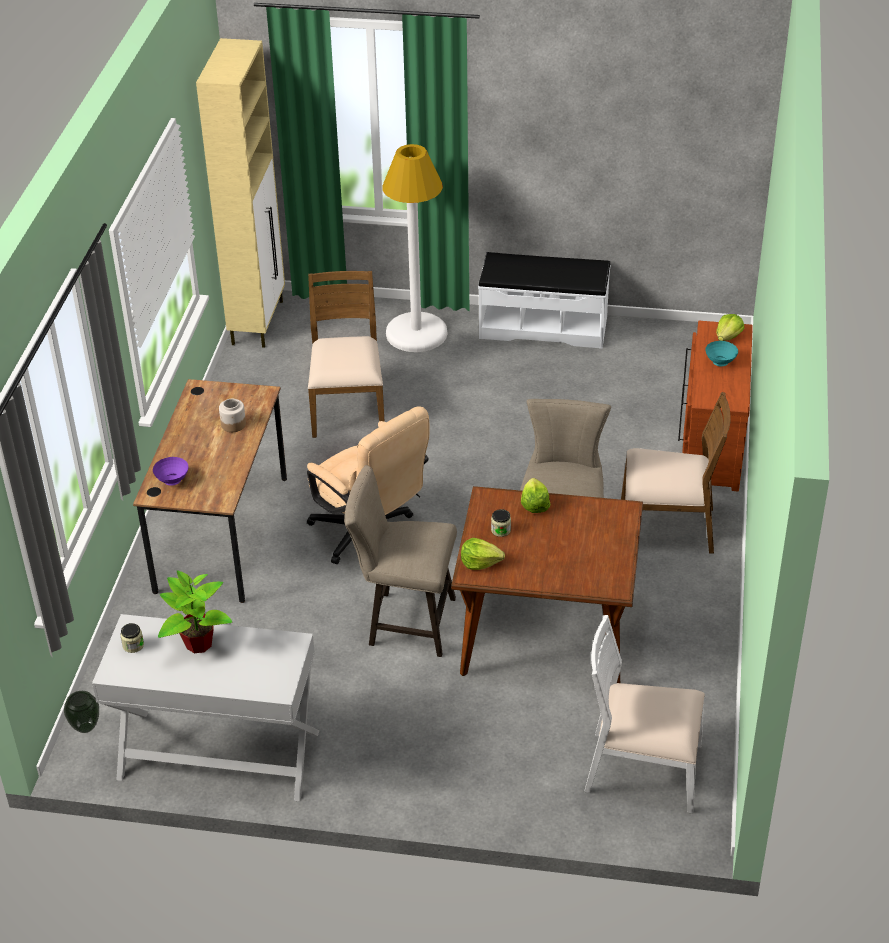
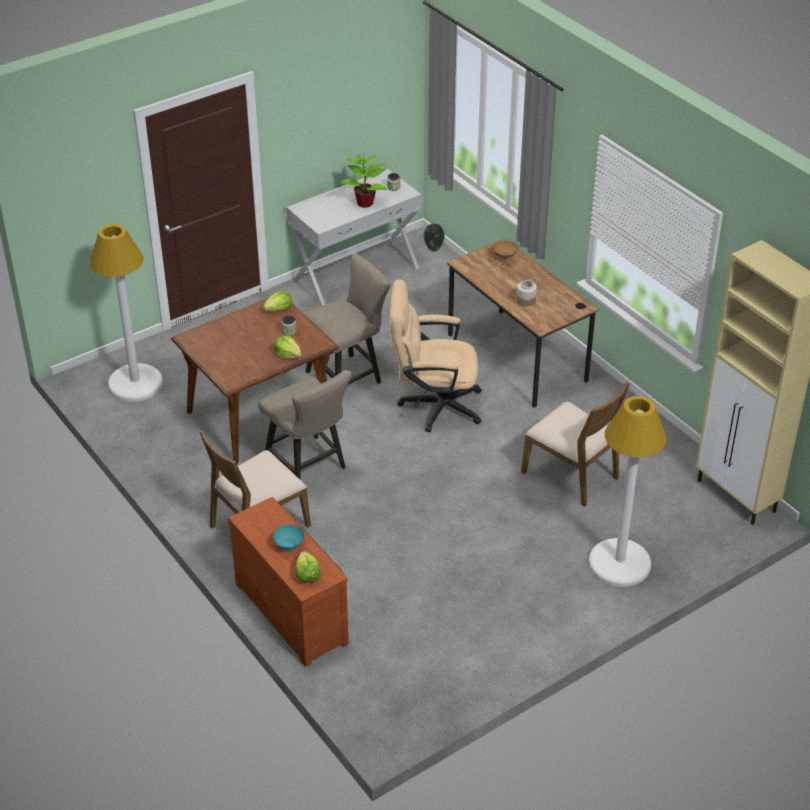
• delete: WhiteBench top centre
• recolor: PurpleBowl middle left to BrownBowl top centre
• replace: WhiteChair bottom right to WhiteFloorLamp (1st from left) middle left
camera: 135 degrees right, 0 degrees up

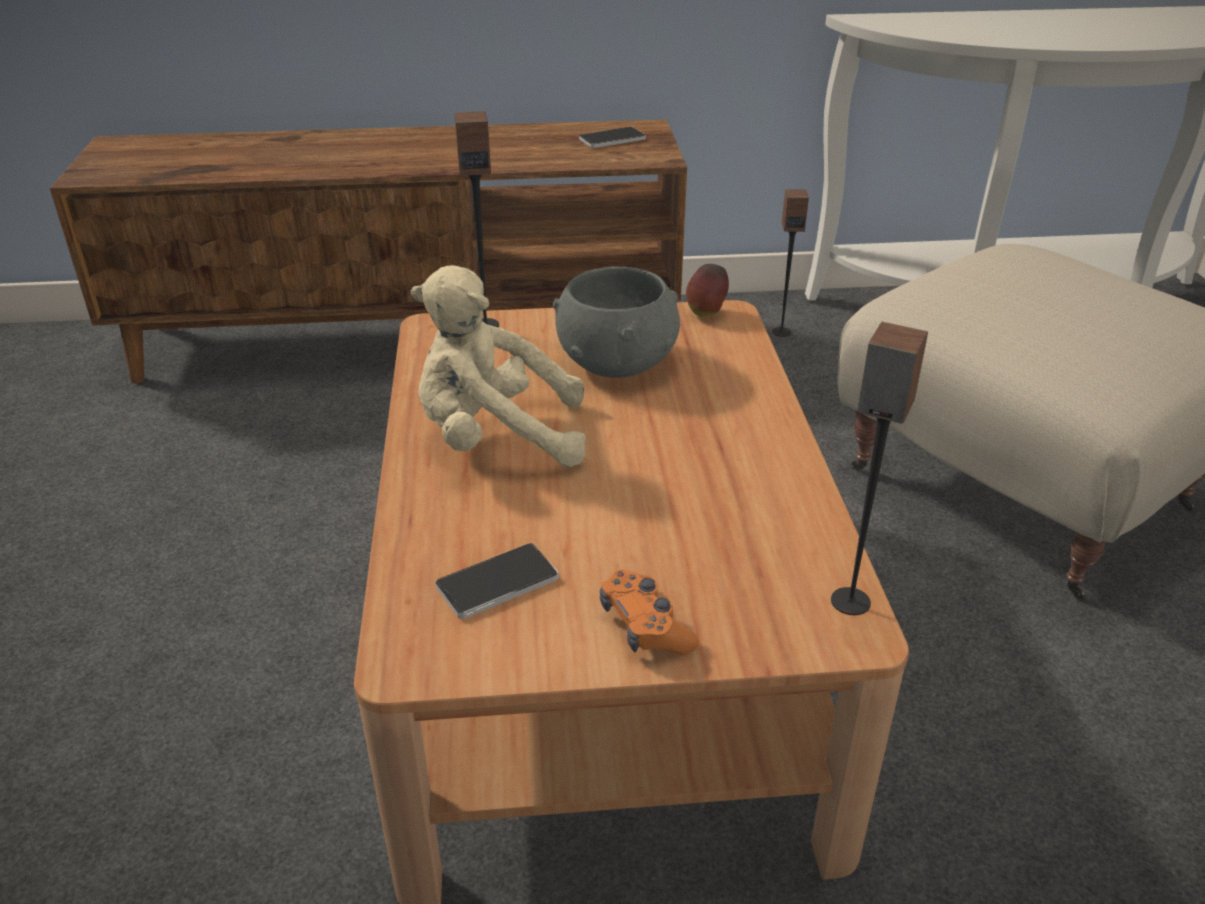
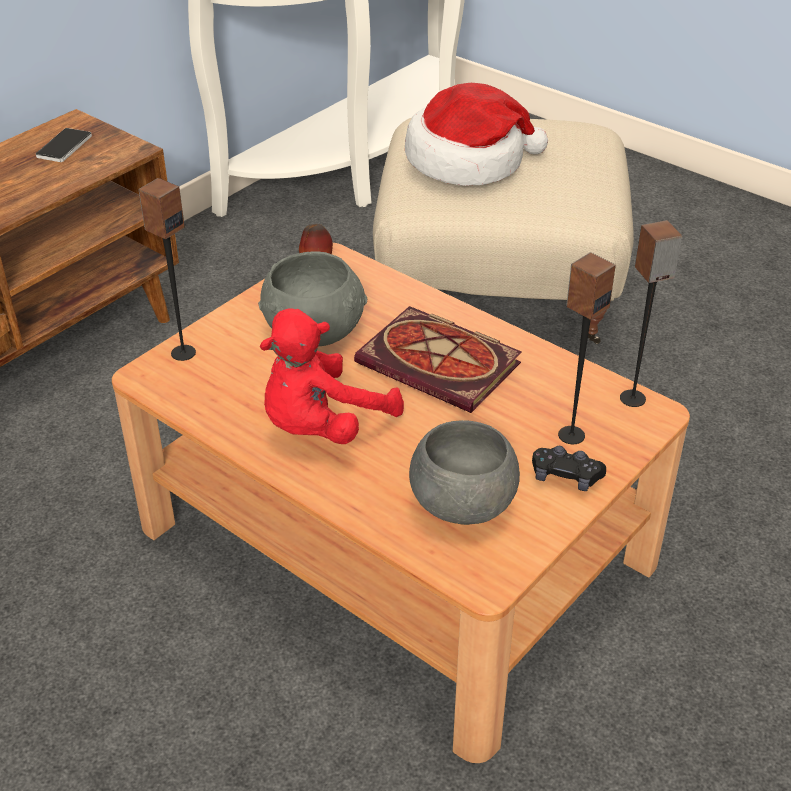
• move: Speaker (2nd from left) top centre to middle right
• recolor: BeigePlushToy centre to RedPlushToy centre
• replace: Phone (1st from left) centre to GreyBowl (2nd from left) centre
• recolor: OrangeGameController bottom centre to BlackGameController middle right
• insert: Hat top centre
• insert: Book centre
camera: 45 degrees left, 5 degrees up

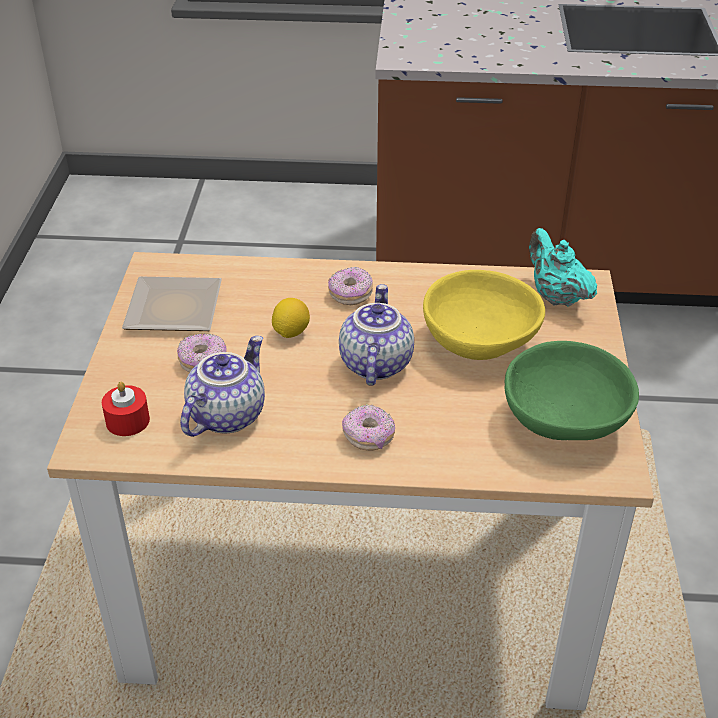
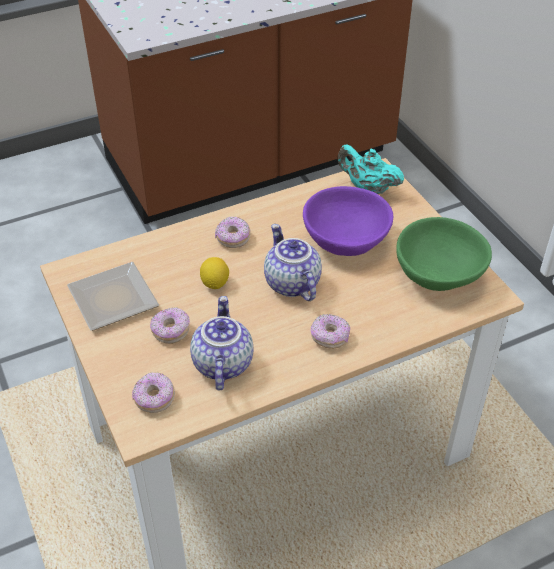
• recolor: YellowBowl middle right to PurpleBowl centre
• replace: RedCandle middle left to Donut (1st from left) bottom left
camera: 30 degrees left, 5 degrees up

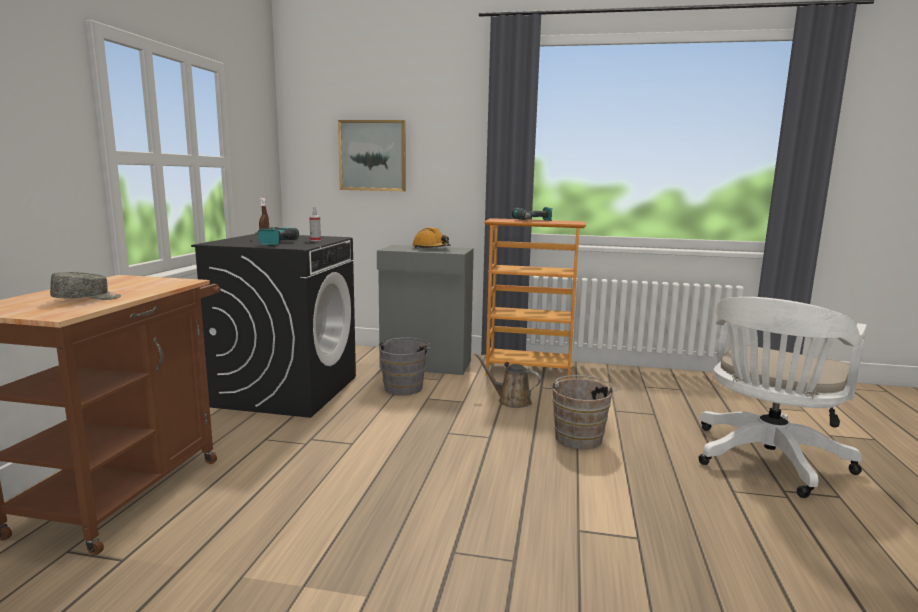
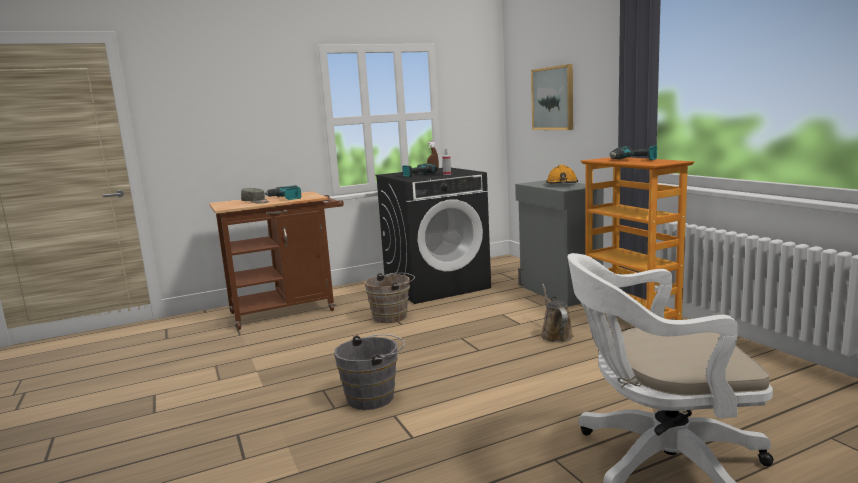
• move: GreyBucket centre to bottom centre
• move: BrownBucket bottom centre to centre
• insert: PowerDrill (1st from left) middle left
camera: 55 degrees right, 0 degrees up

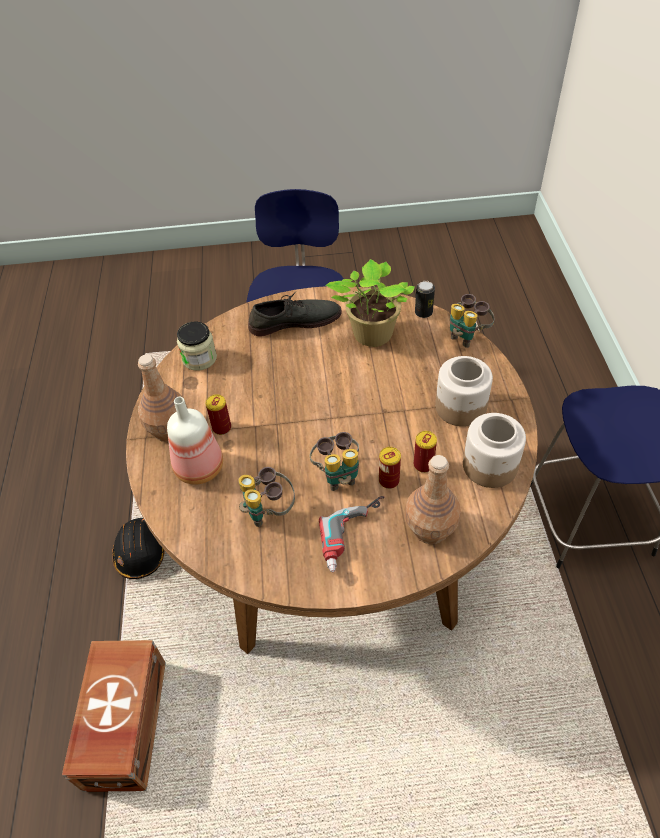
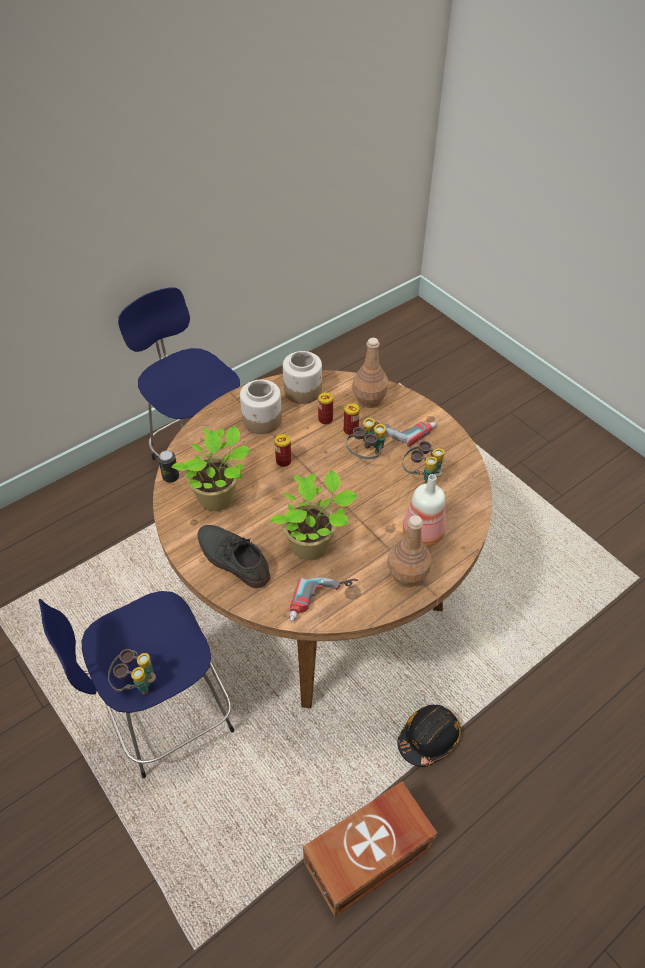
• move: Binoculars (3rd from left in the first image) middle right to Binoculars (1st from left) bottom left
• replace: Jar (1st from left) middle left to PowerDrill (1st from left) centre
• move: Can (1st from left in the first image) middle left to Can (2nd from left) centre
• move: BrownStorageBox bottom left to bottom centre
• insert: PottedPlant (2nd from left) centre
camera: 125 degrees left, 0 degrees up

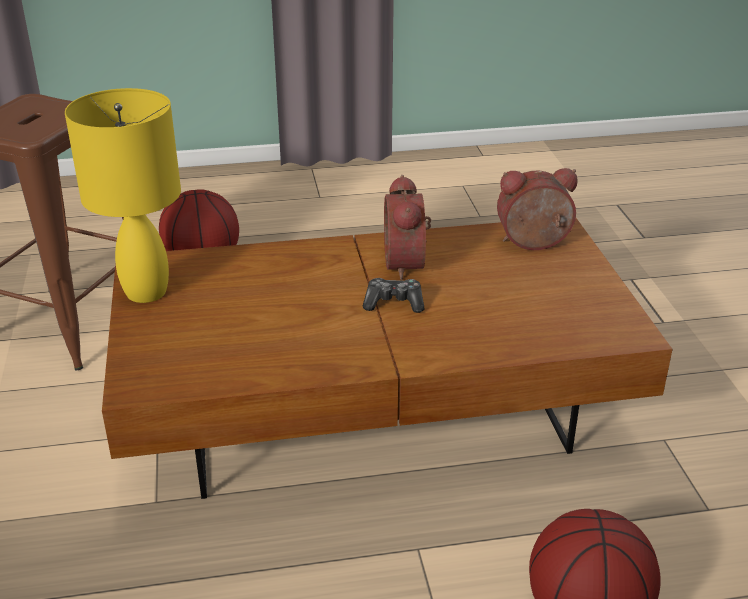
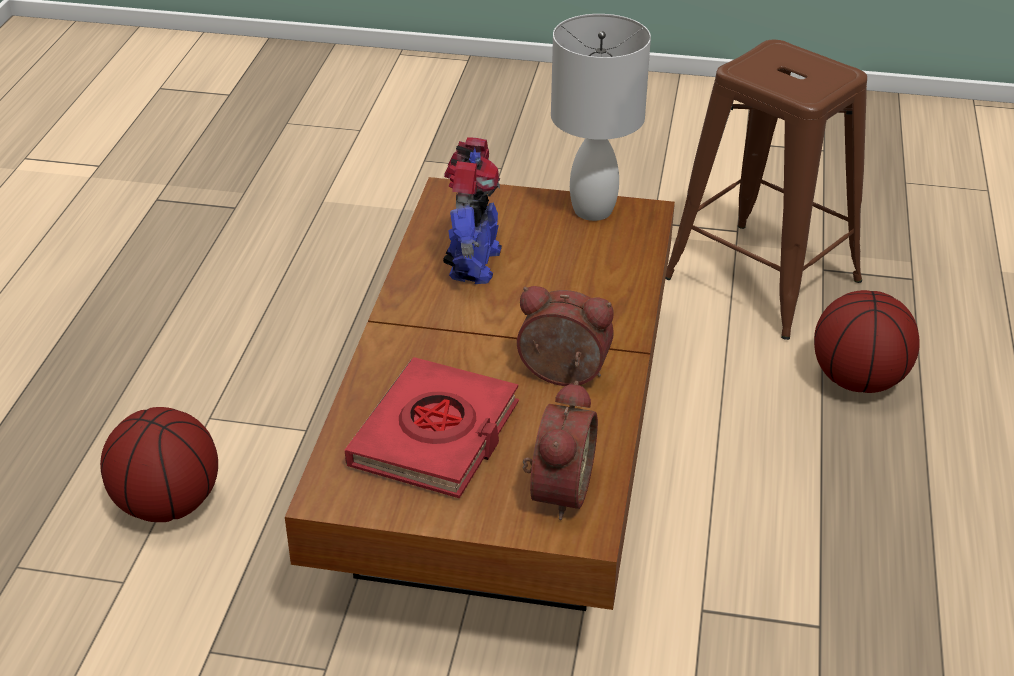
• recolor: YellowTableLamp top left to WhiteTableLamp top centre
• delete: GameController centre
• insert: ToyRobot top centre
• insert: RedBook centre
camera: 110 degrees right, 5 degrees up

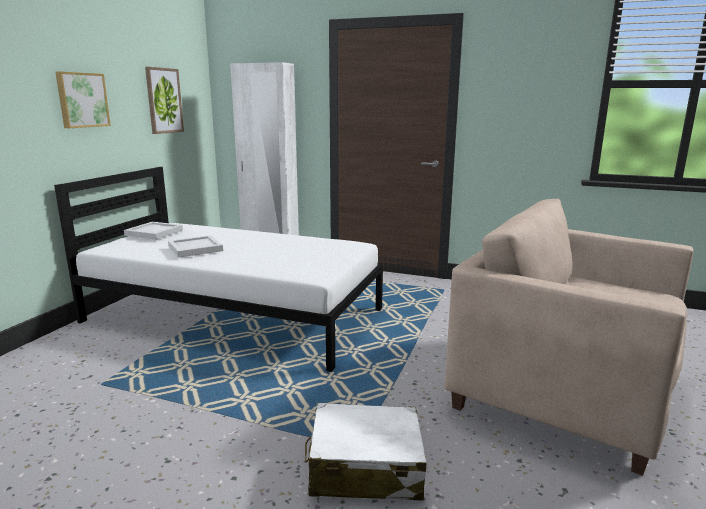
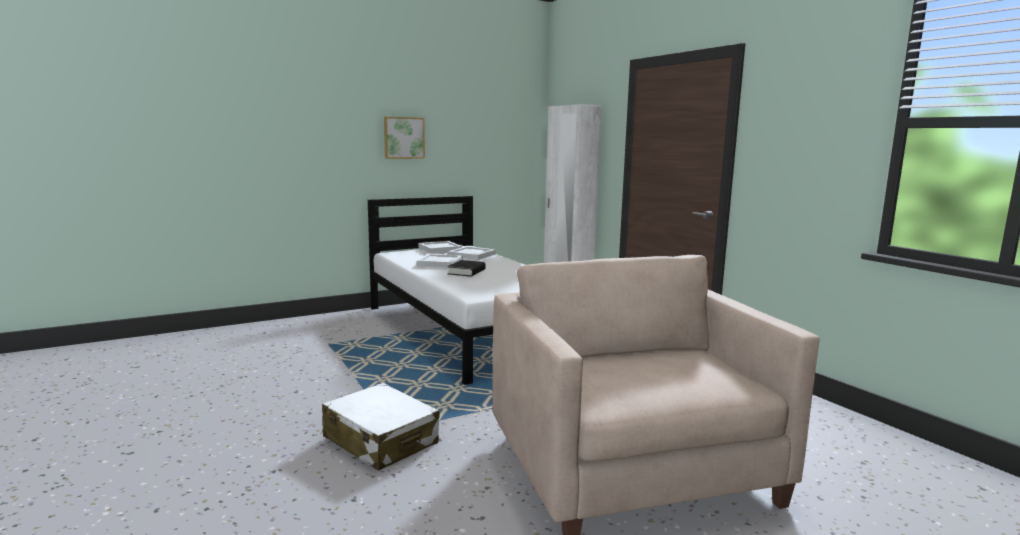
• delete: Picture (2nd from left) top left
• insert: WhiteTray (3rd from left) centre
• insert: BlackBook centre
camera: 40 degrees right, 5 degrees down

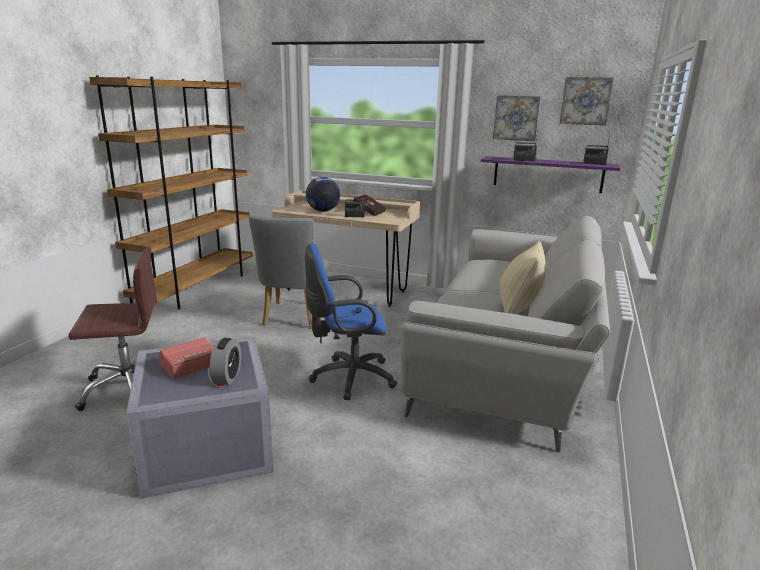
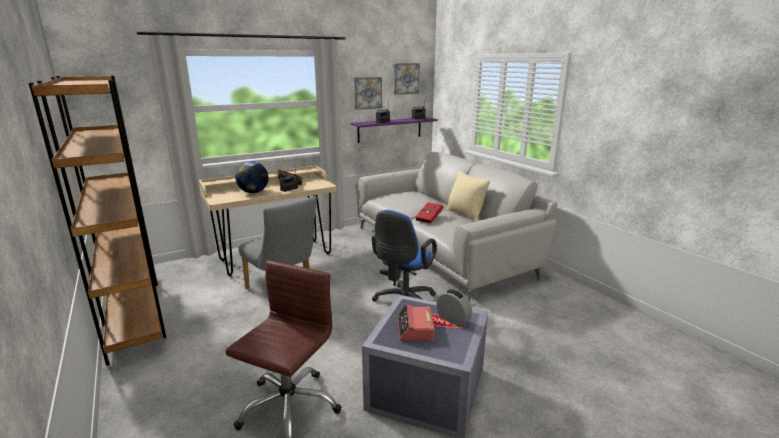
• insert: RedBook (2nd from left) centre
camera: 50 degrees left, 0 degrees up

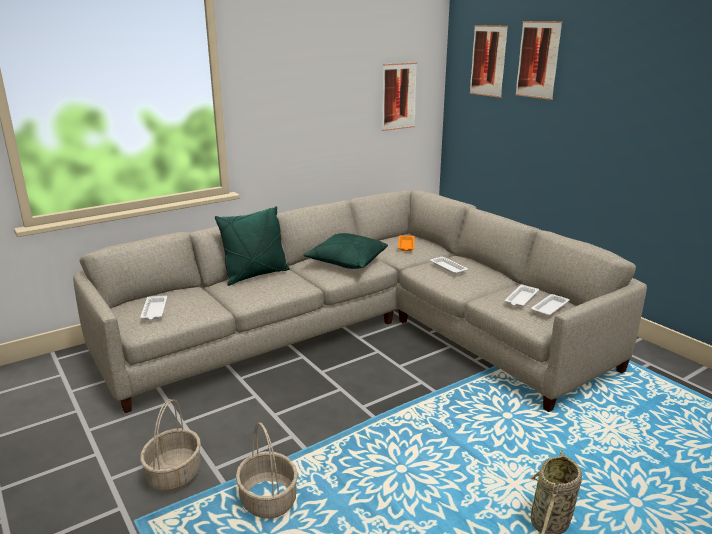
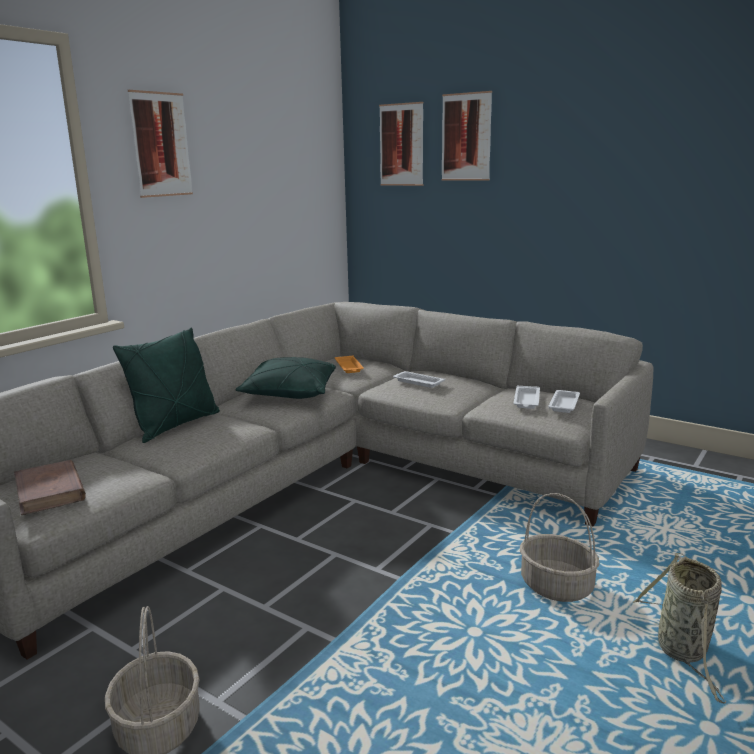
• move: Picture (1st from left) top centre to top left
• replace: WhiteTray (1st from left) middle left to BrownBook middle left
• move: Basket (2nd from left) bottom centre to bottom right
camera: 20 degrees left, 5 degrees down

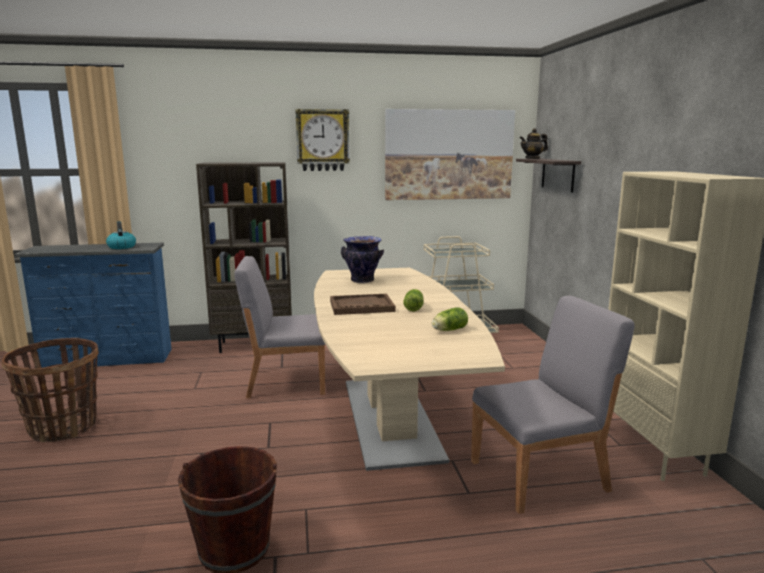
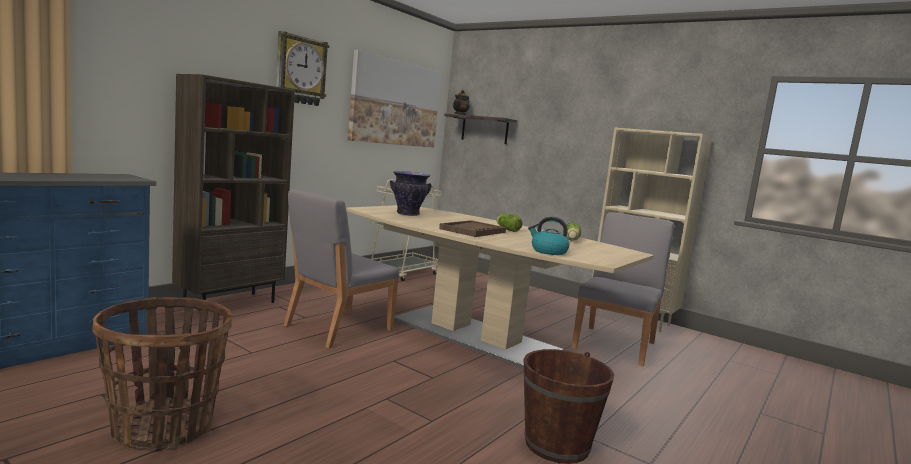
• move: Kettle middle left to centre
camera: 45 degrees left, 5 degrees down

